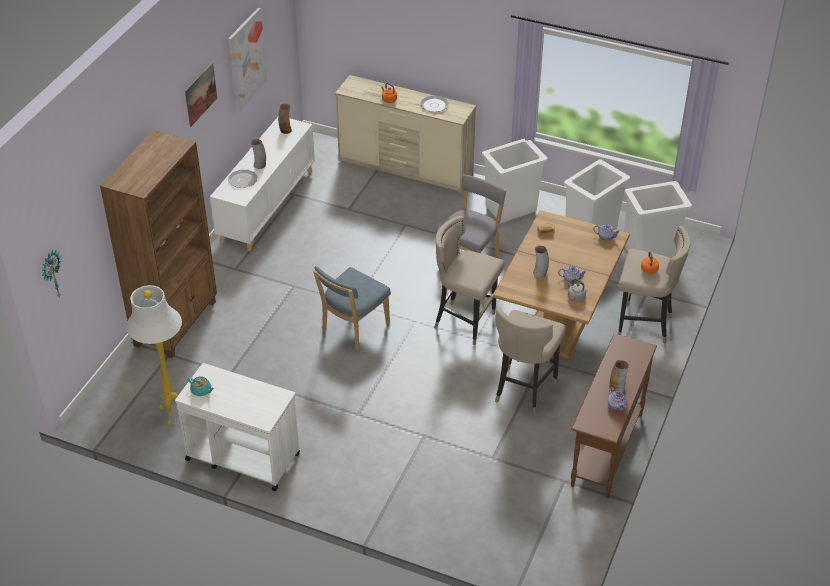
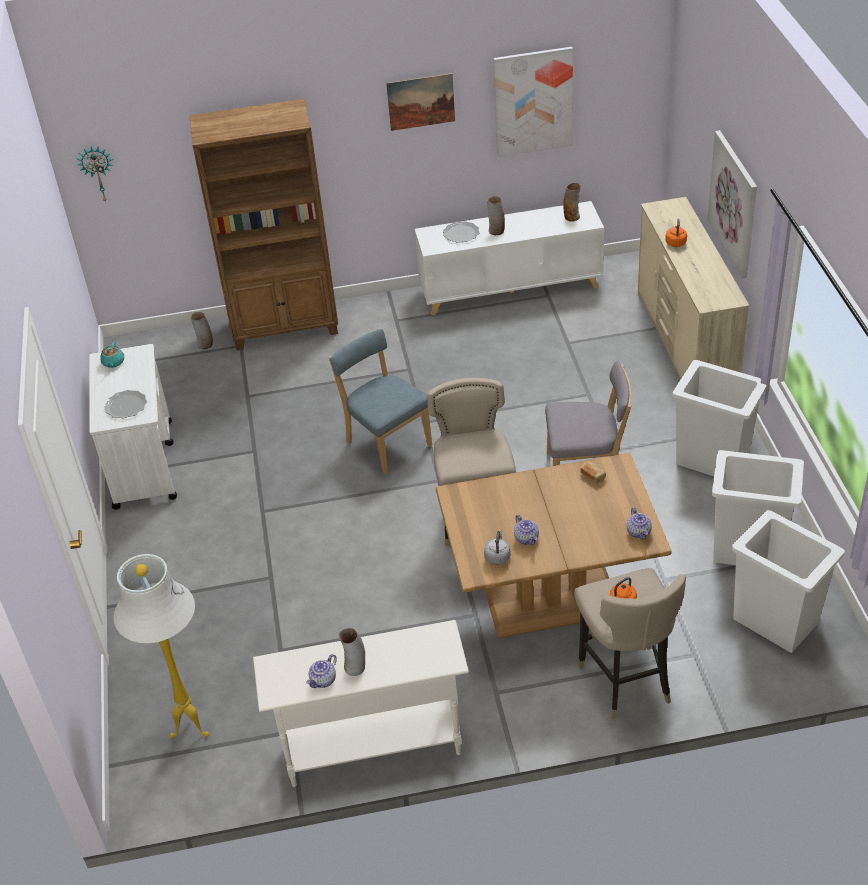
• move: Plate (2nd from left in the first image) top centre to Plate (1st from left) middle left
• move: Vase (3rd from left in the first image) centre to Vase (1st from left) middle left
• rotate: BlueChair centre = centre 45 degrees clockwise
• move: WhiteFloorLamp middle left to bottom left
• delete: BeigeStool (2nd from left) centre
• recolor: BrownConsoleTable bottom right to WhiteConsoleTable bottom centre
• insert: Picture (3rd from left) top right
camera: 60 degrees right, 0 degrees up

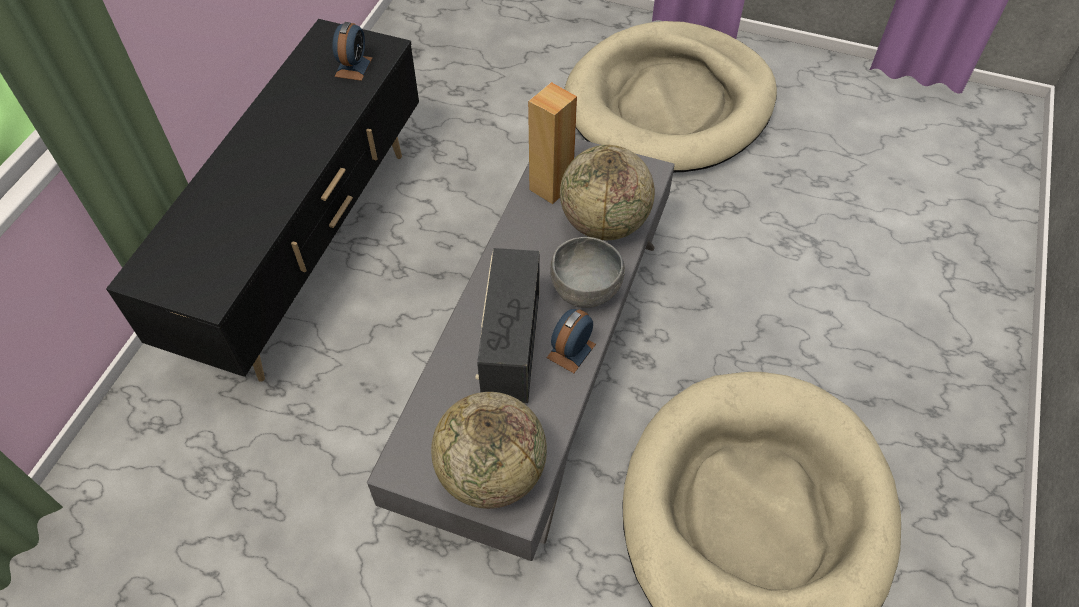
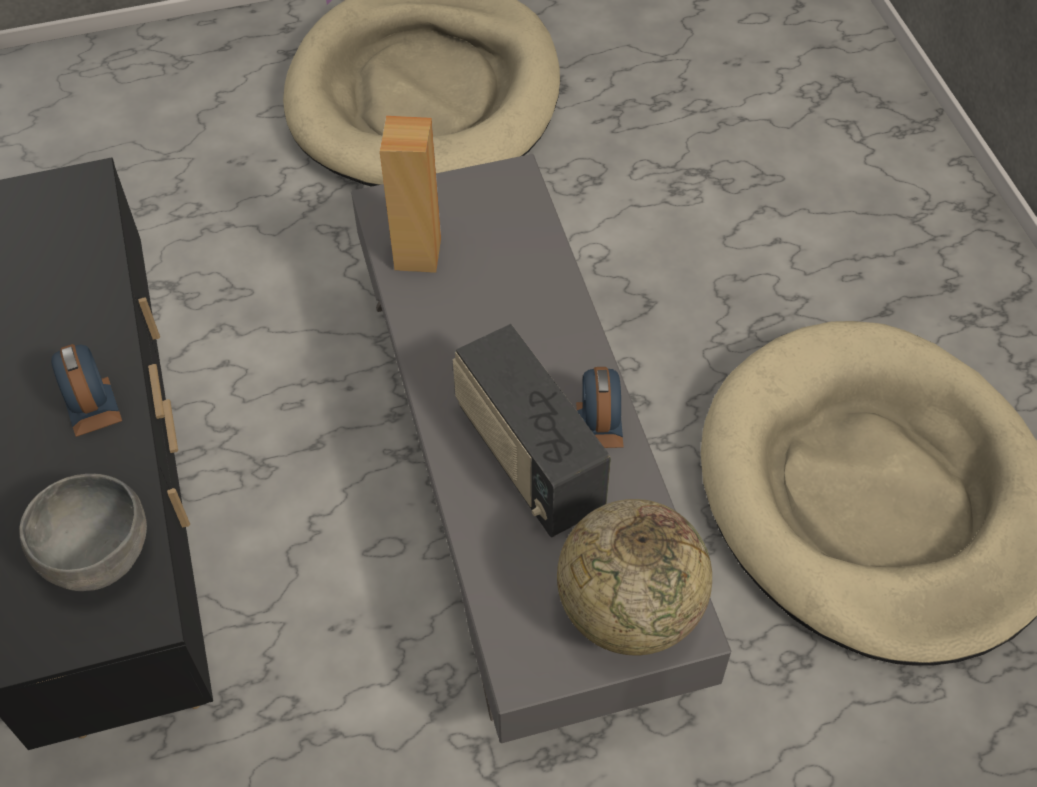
• move: AlarmClock (1st from left) top left to middle left
• delete: Globe (2nd from left) top centre
• move: GreyBowl centre to bottom left
camera: 35 degrees left, 0 degrees up

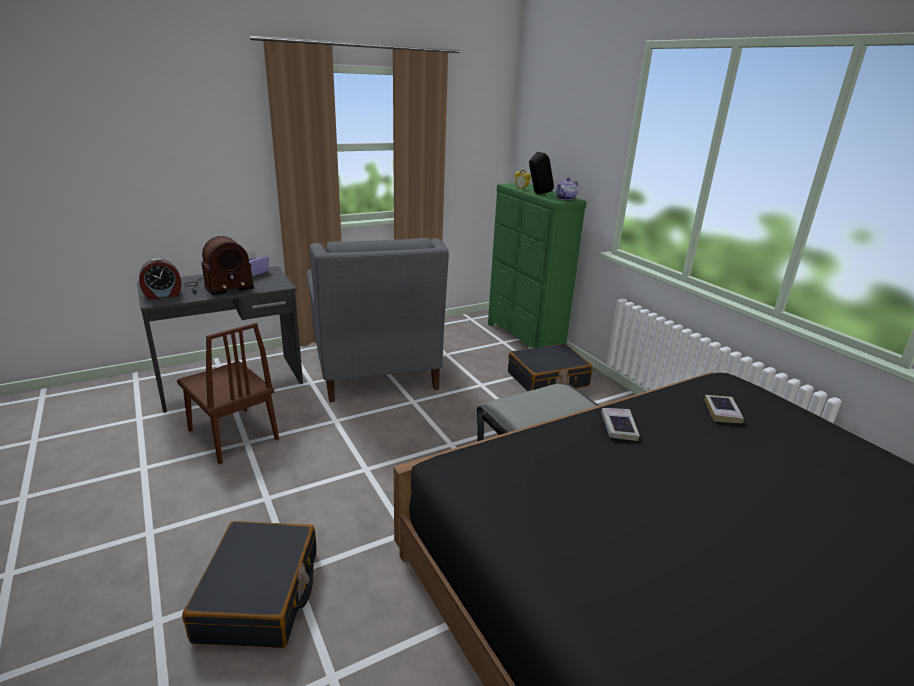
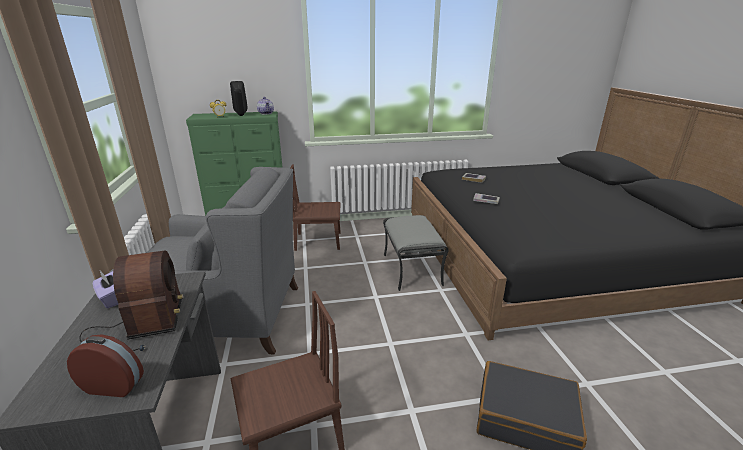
• rotate: AlarmClock (1st from left) middle left = bottom left 75 degrees counterclockwise
• replace: BlackSuitcase (2nd from left) centre to BrownChair (2nd from left) centre
camera: 70 degrees left, 0 degrees up

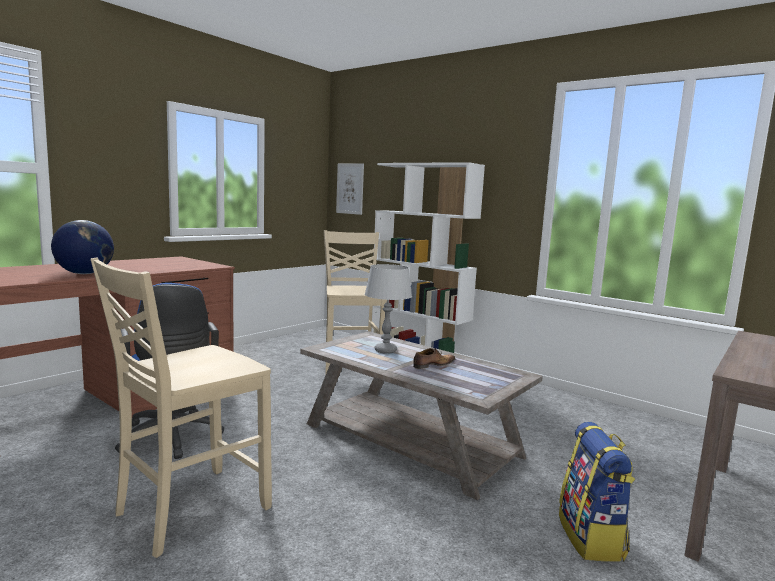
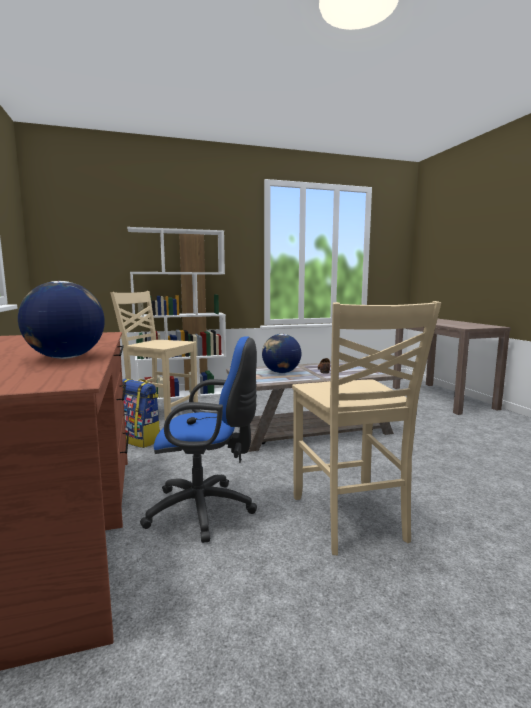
• delete: Picture top centre
• replace: GreyTableLamp centre to Globe (2nd from left) centre
• move: Backpack bottom right to middle left
camera: 55 degrees left, 0 degrees up

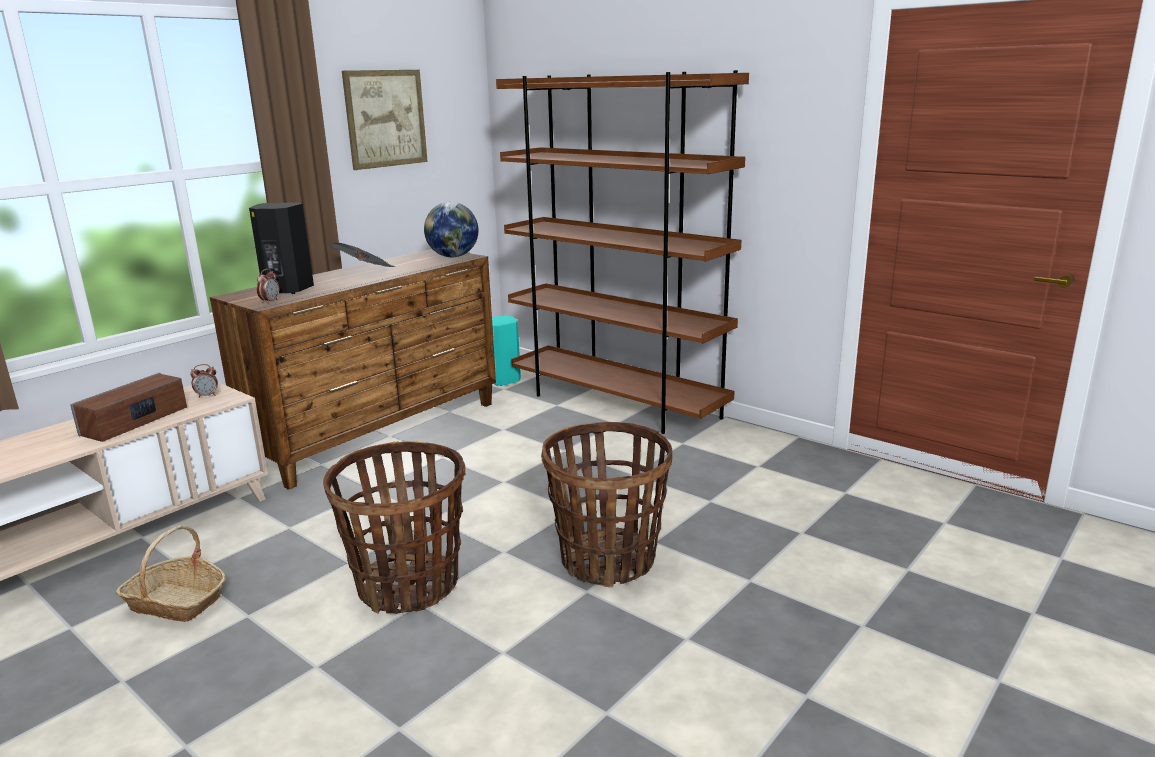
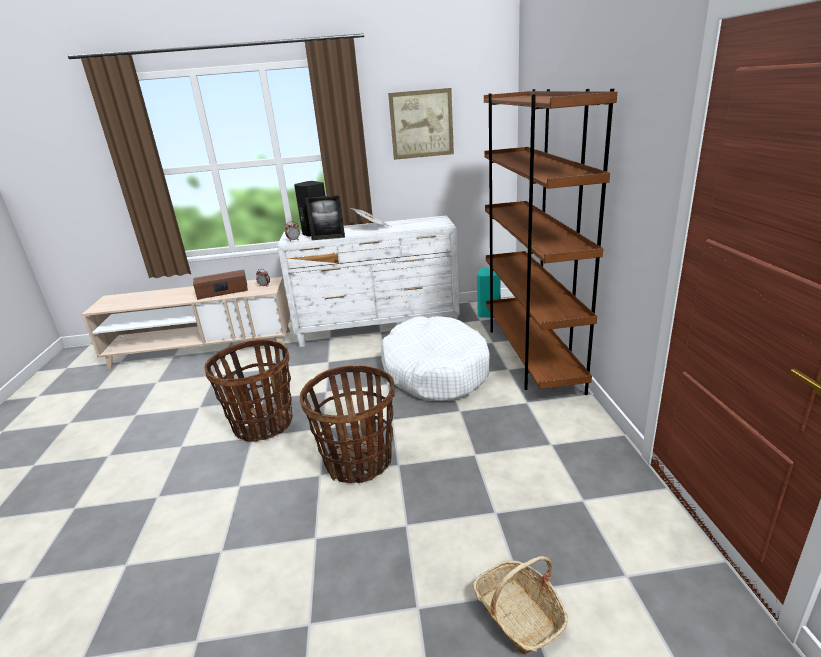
• delete: Globe top centre
• recolor: BrownDresser middle left to WhiteDresser centre
• move: Basket (1st from left in the first image) bottom left to Basket (3rd from left) bottom centre
• insert: PictureFrame top centre
• insert: WhiteDogBed centre
camera: 45 degrees right, 5 degrees up

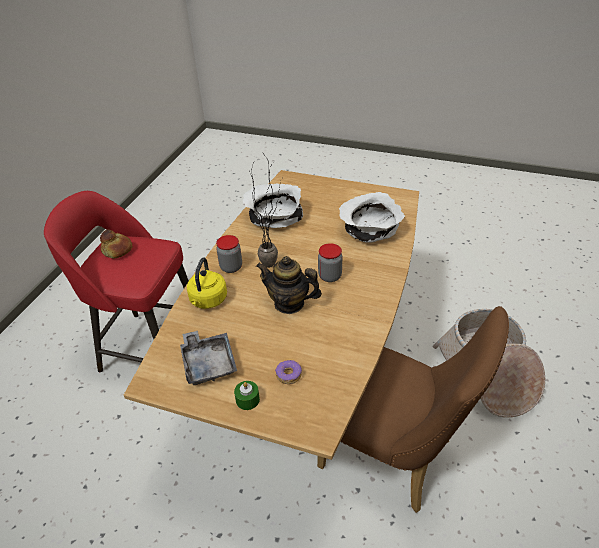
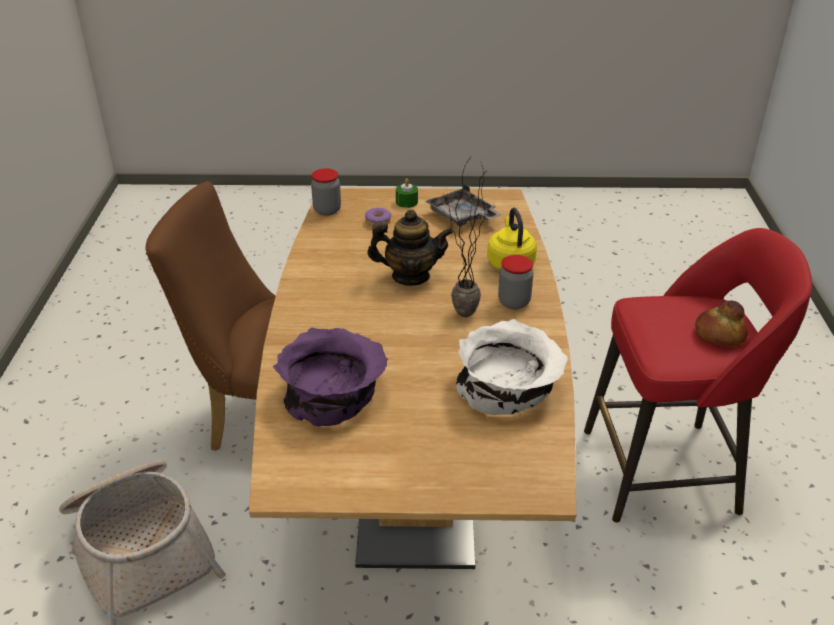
• recolor: WhiteBowl (2nd from left) centre to PurpleBowl centre
• move: Jar (2nd from left in the first image) centre to Jar (1st from left) top centre
camera: 160 degrees right, 5 degrees down

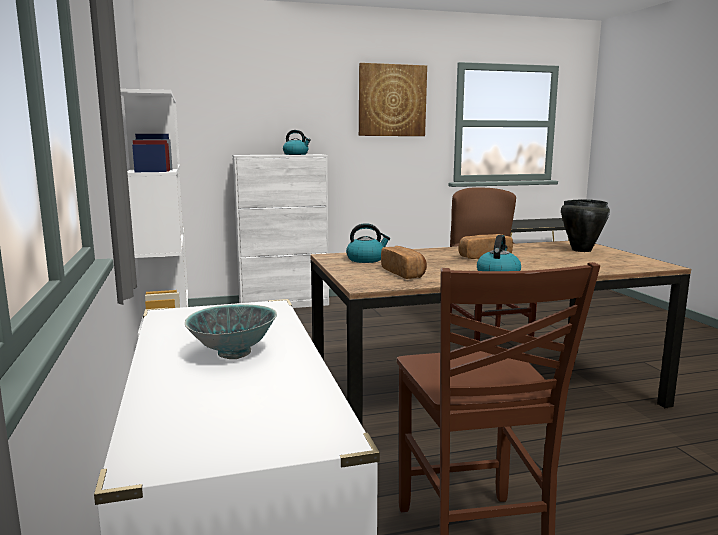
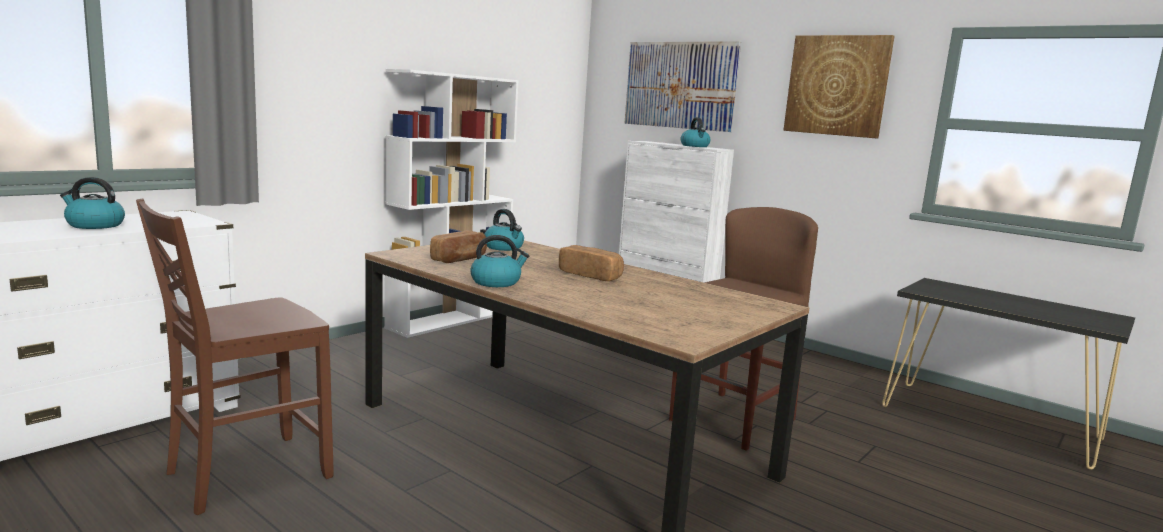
• delete: BlackCookingPot middle right
• replace: Bowl middle left to Kettle (1st from left) middle left
• insert: Picture (1st from left) top centre
camera: 55 degrees right, 0 degrees up

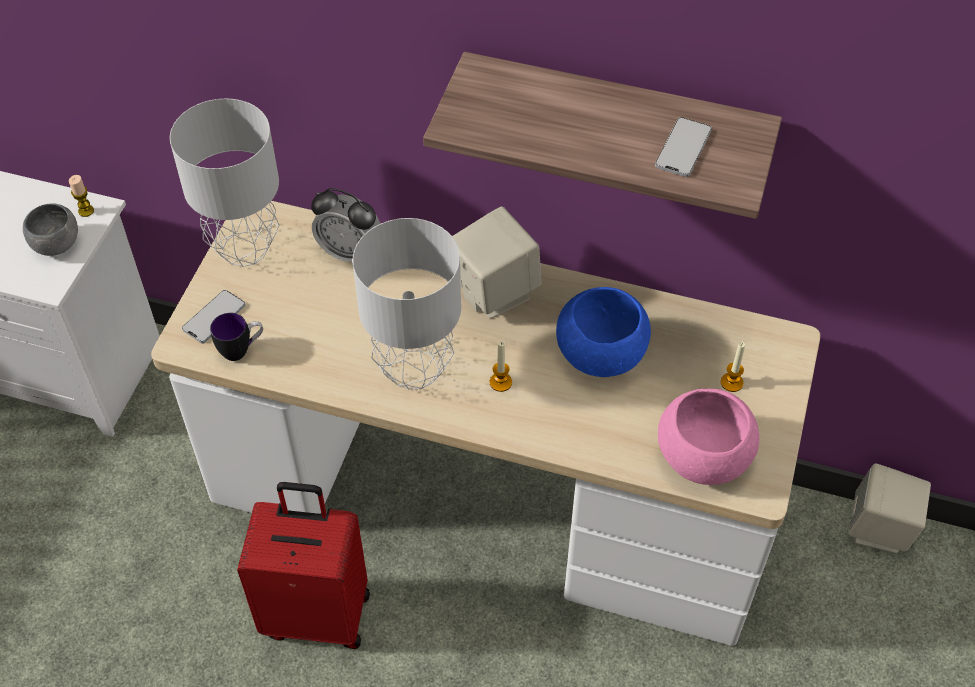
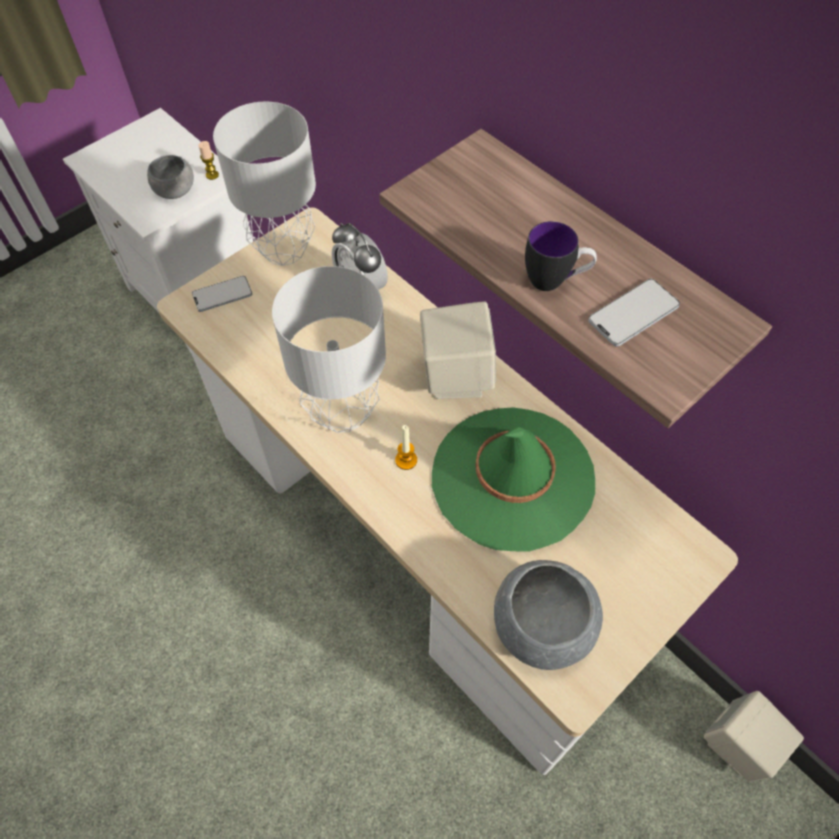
• replace: BlueBowl centre to GreenHat centre
• move: Mug middle left to top right
• delete: Candle (3rd from left) middle right
• recolor: PinkBowl middle right to GreyBowl (2nd from left) bottom centre
• delete: RedSuitcase bottom left
camera: 30 degrees right, 5 degrees up

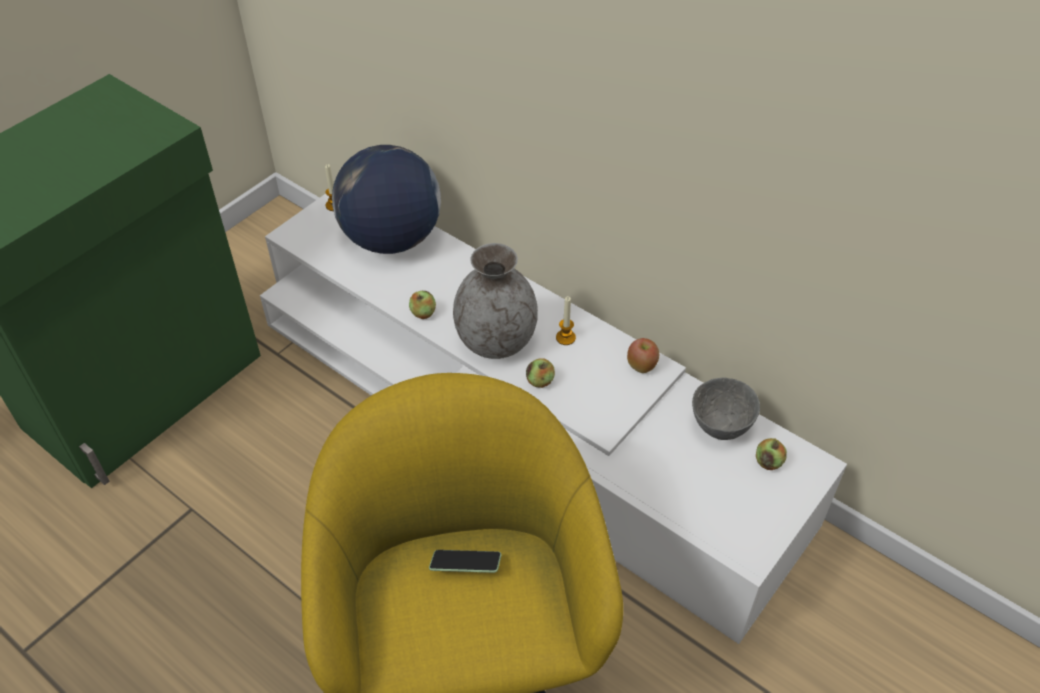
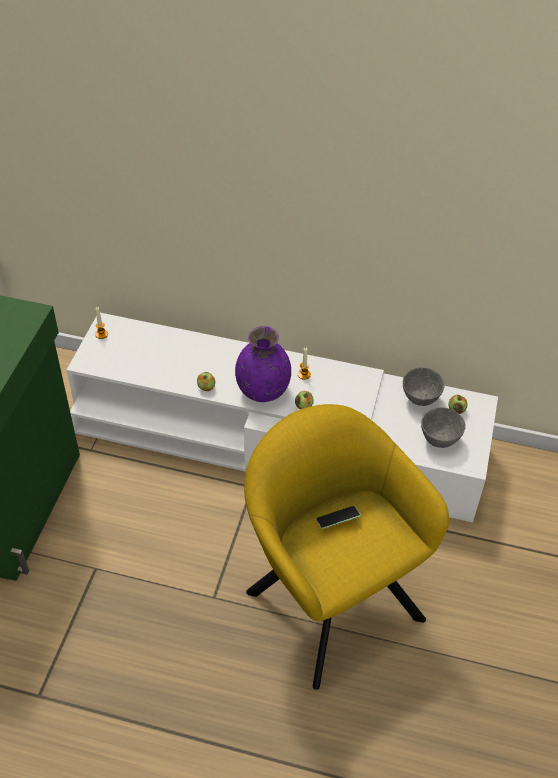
• delete: Globe top centre
• recolor: GreyVase centre to PurpleVase centre
• delete: Apple (3rd from left) centre
• insert: GreyBowl (2nd from left) middle right
camera: 25 degrees left, 0 degrees up

